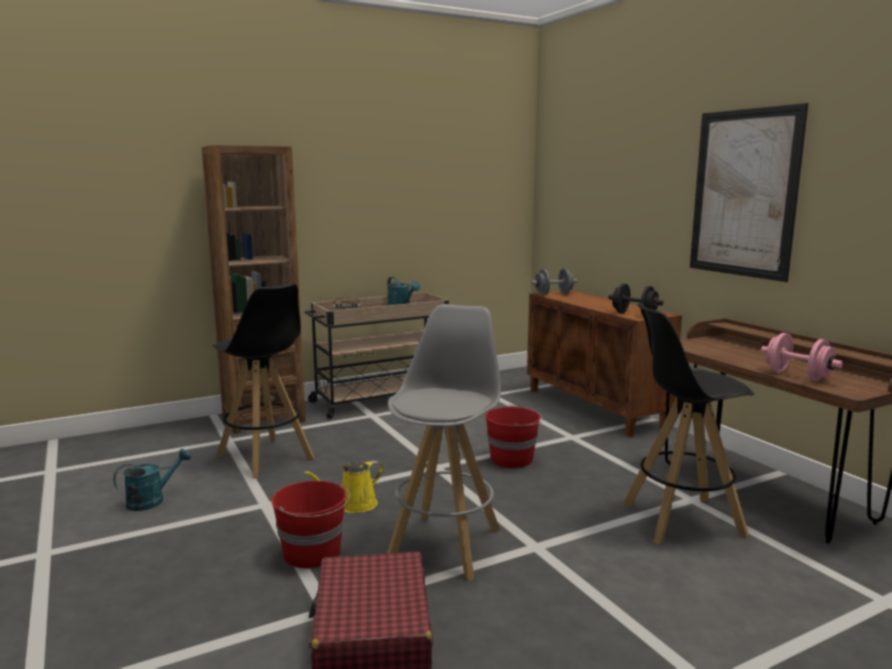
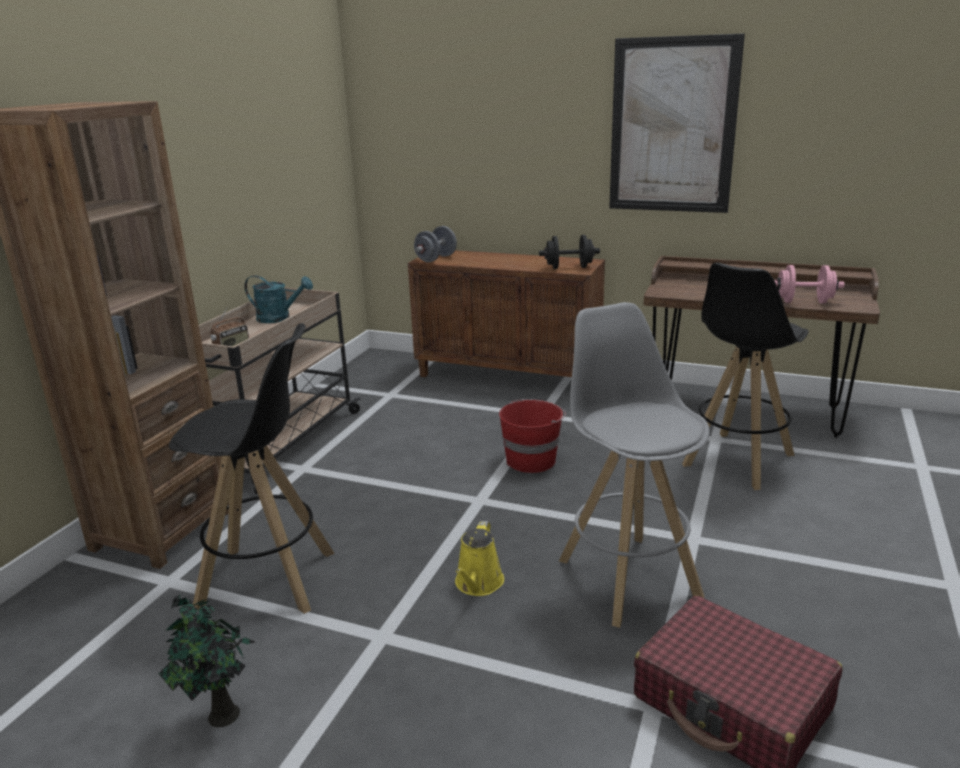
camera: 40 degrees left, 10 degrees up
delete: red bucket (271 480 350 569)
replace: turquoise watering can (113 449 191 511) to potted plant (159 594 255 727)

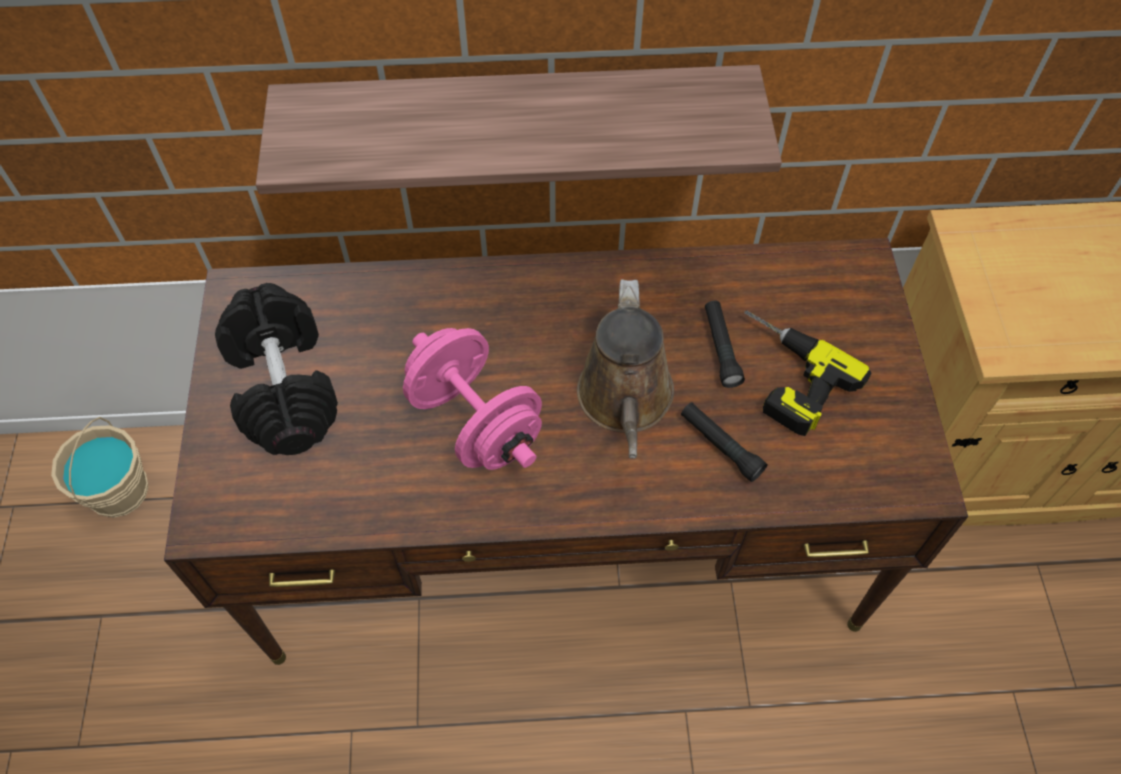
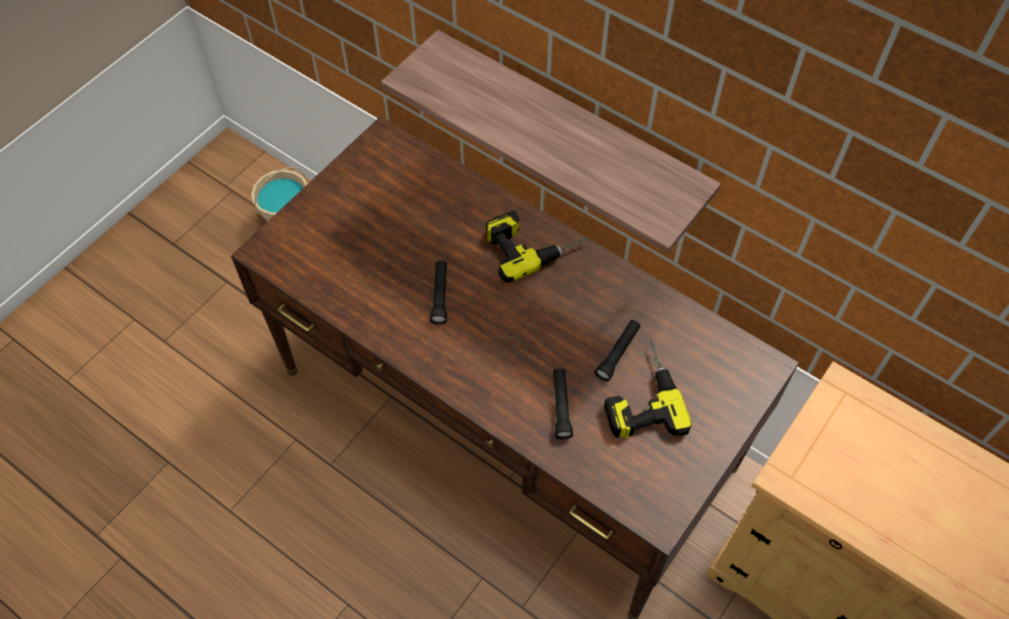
camera: 40 degrees right, 0 degrees up
delete: black dumbbell (215 283 338 455); brown watering can (577 280 674 459)
insert: power drill (486 210 588 283)
replace: pink dumbbell (403 328 542 470) to black flashlight (430 260 447 325)

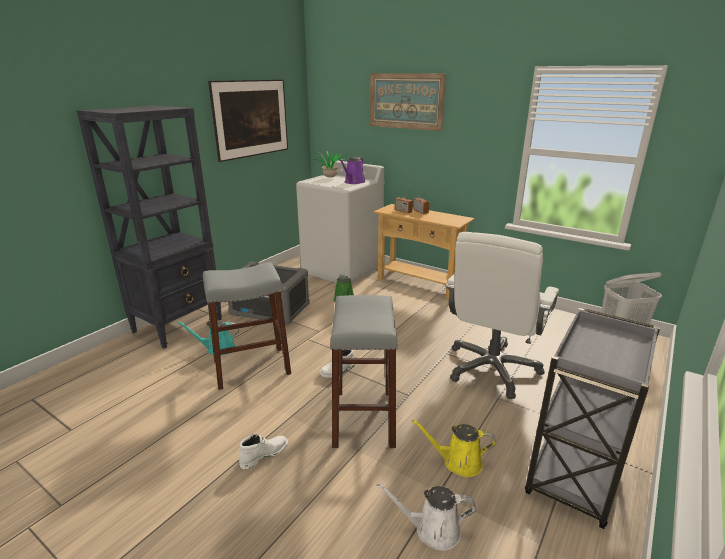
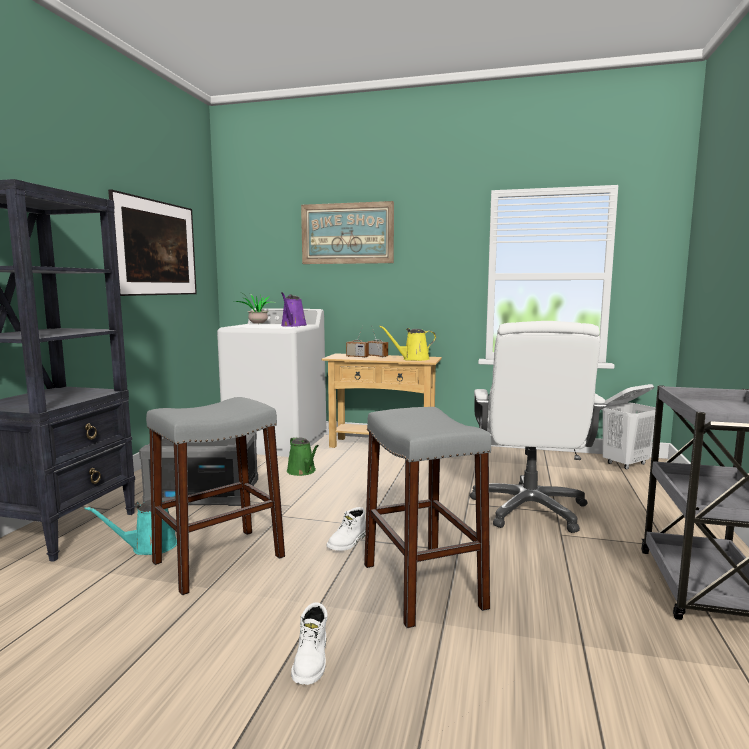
camera: 20 degrees left, 15 degrees down
delete: white watering can (377 484 476 551)
move: yellow watering can (412 420 496 477) to (379 326 436 361)
rotate: white boot (239 434 288 469) = (291 602 327 685) 150 degrees clockwise

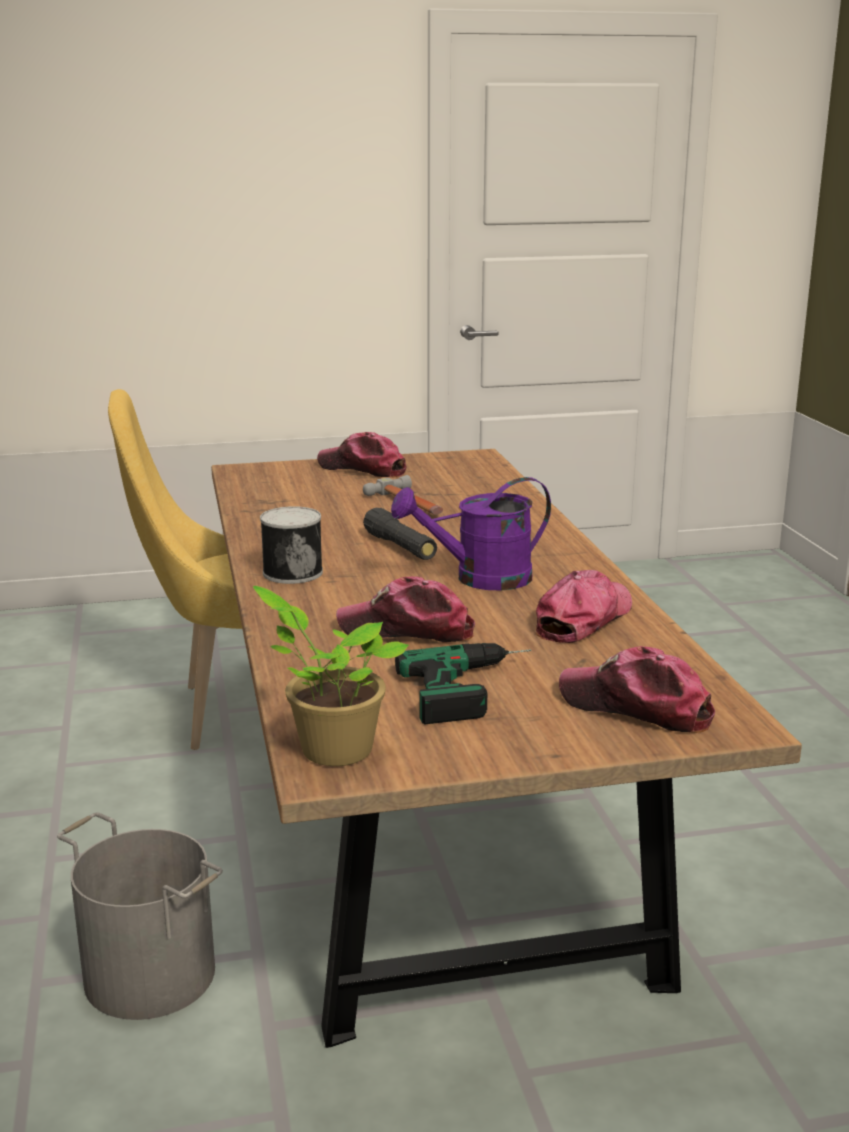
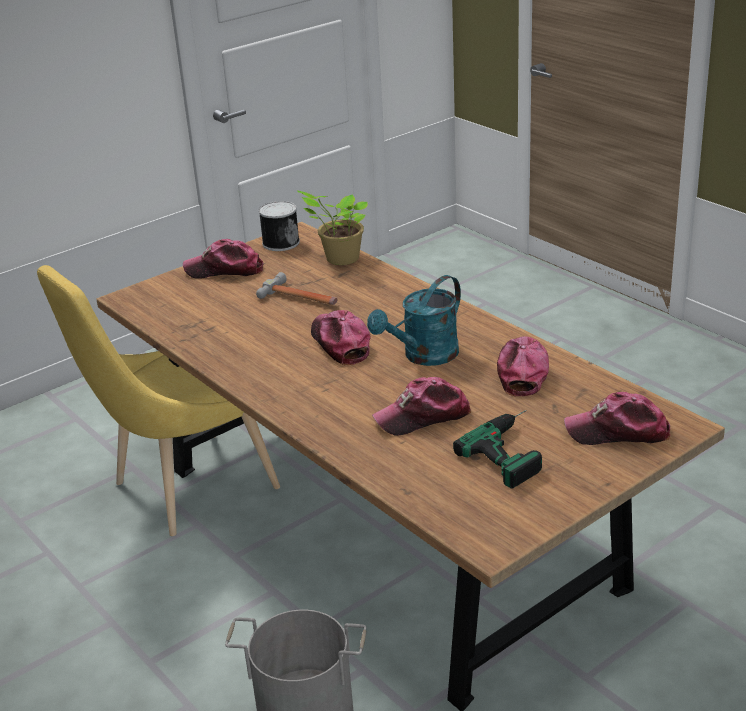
camera: 25 degrees left, 10 degrees up
move: can (260 506 323 584) to (259 201 300 251); potted plant (253 586 409 766) to (297 191 368 265)
replace: black flashlight (363 508 437 560) to cap (311 310 370 365)
recolor: purple watering can (391 477 551 590) to turquoise watering can (367 275 461 366)

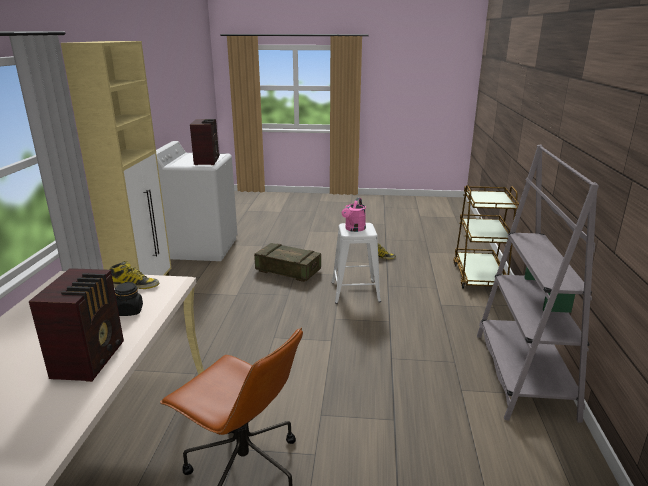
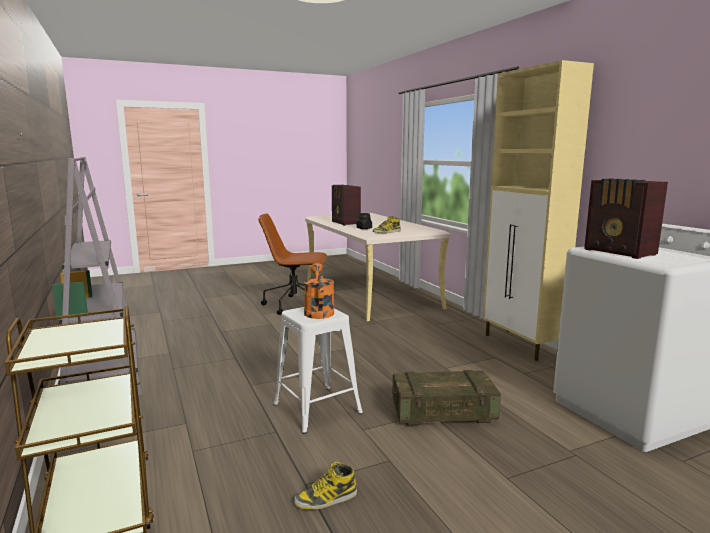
camera: 150 degrees right, 10 degrees down
recolor: pink watering can (342 198 366 232) to orange watering can (304 263 334 319)

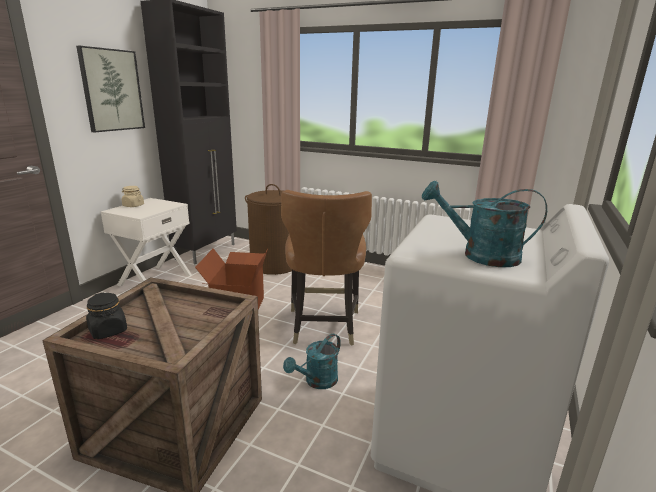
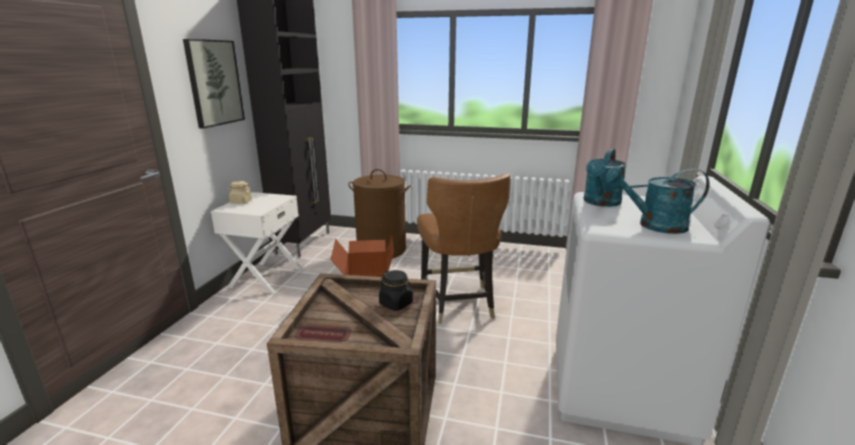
camera: 10 degrees left, 0 degrees up
move: black jar (86 293 127 339) to (379 270 413 311); turquoise watering can (283 334 341 389) to (583 148 626 207)

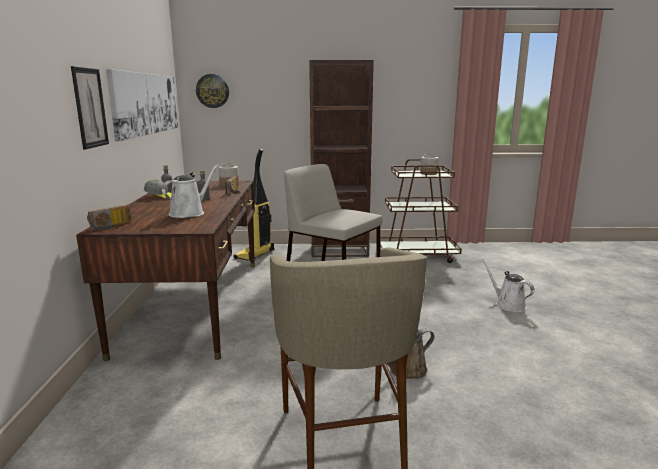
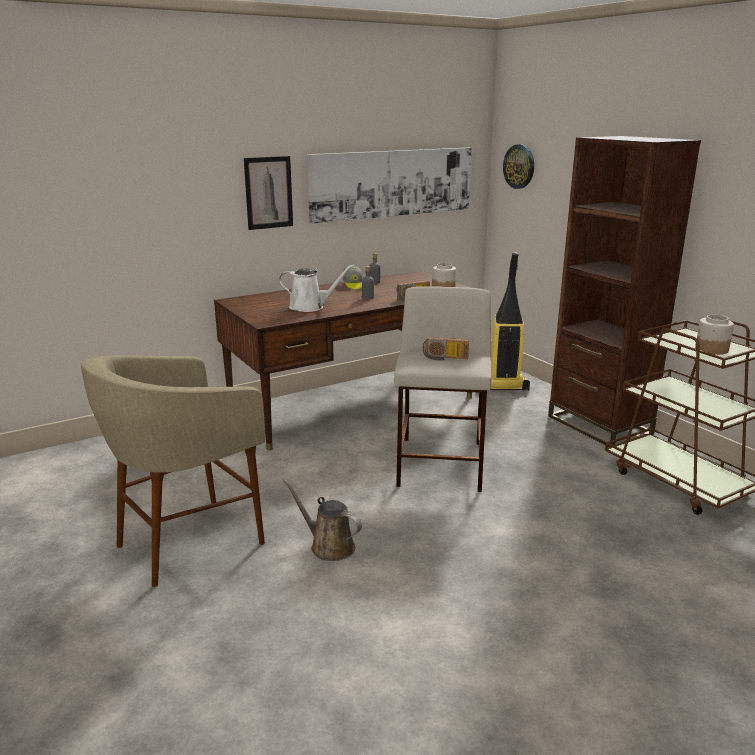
camera: 60 degrees right, 5 degrees up
delete: white watering can (482 260 535 312)
move: radio (87 205 132 230) to (423 337 469 361)

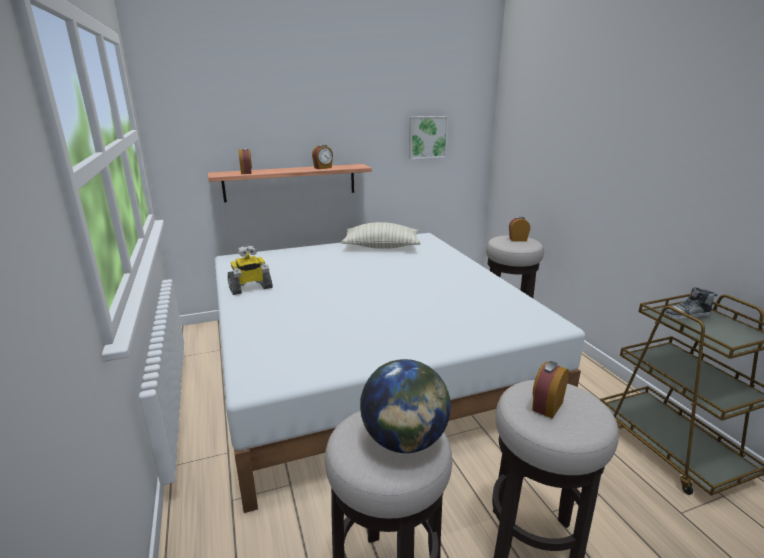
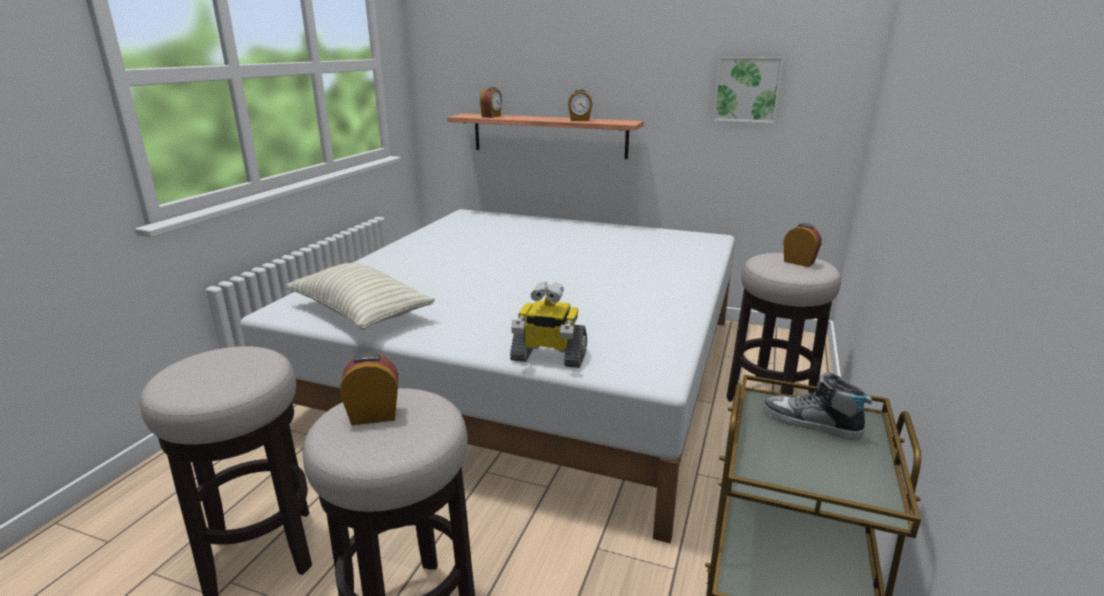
camera: 40 degrees right, 0 degrees up
delete: globe (360 359 451 453)
move: pillow (341 222 420 249) to (285 263 435 330); toy robot (228 245 273 295) to (510 281 587 368)

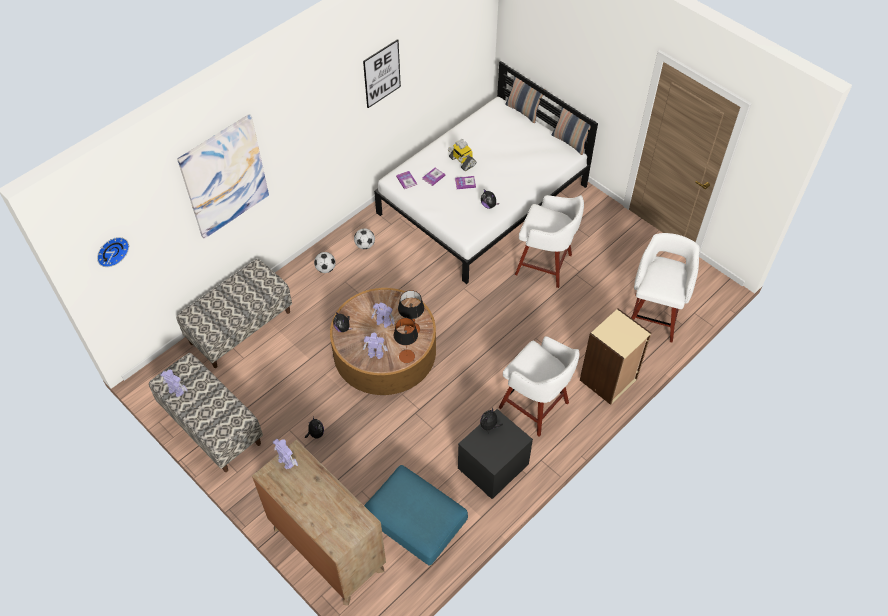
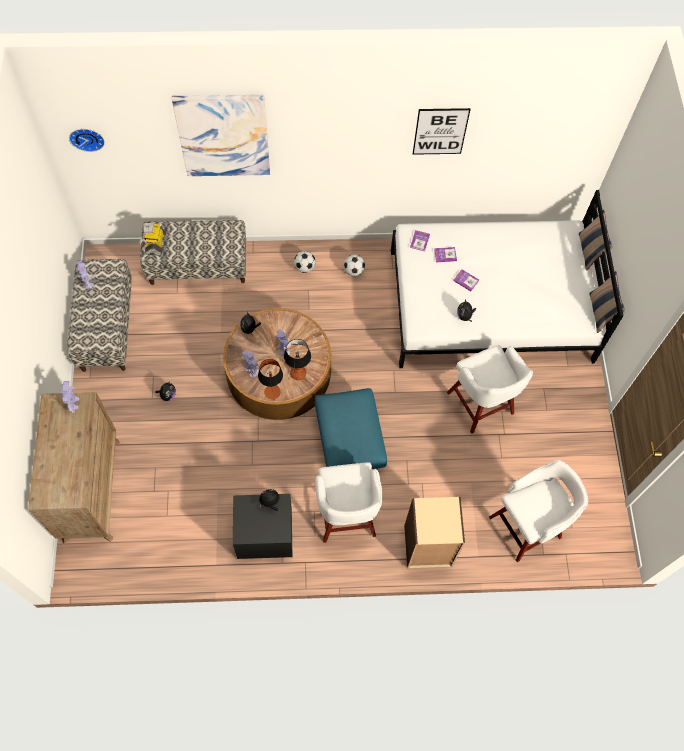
camera: 40 degrees right, 10 degrees up
move: toy robot (448 139 477 171) to (139 223 166 256); blue ottoman (364 465 468 566) to (315 388 387 470)

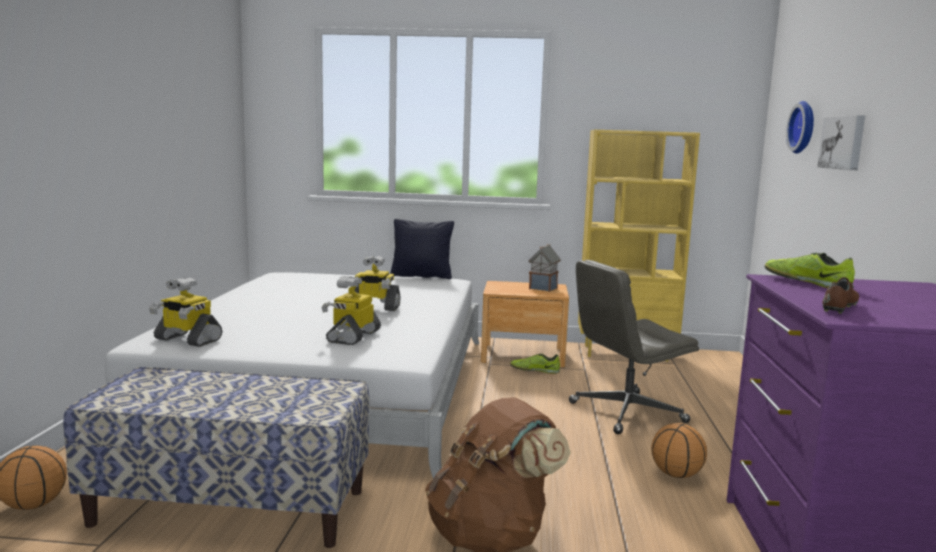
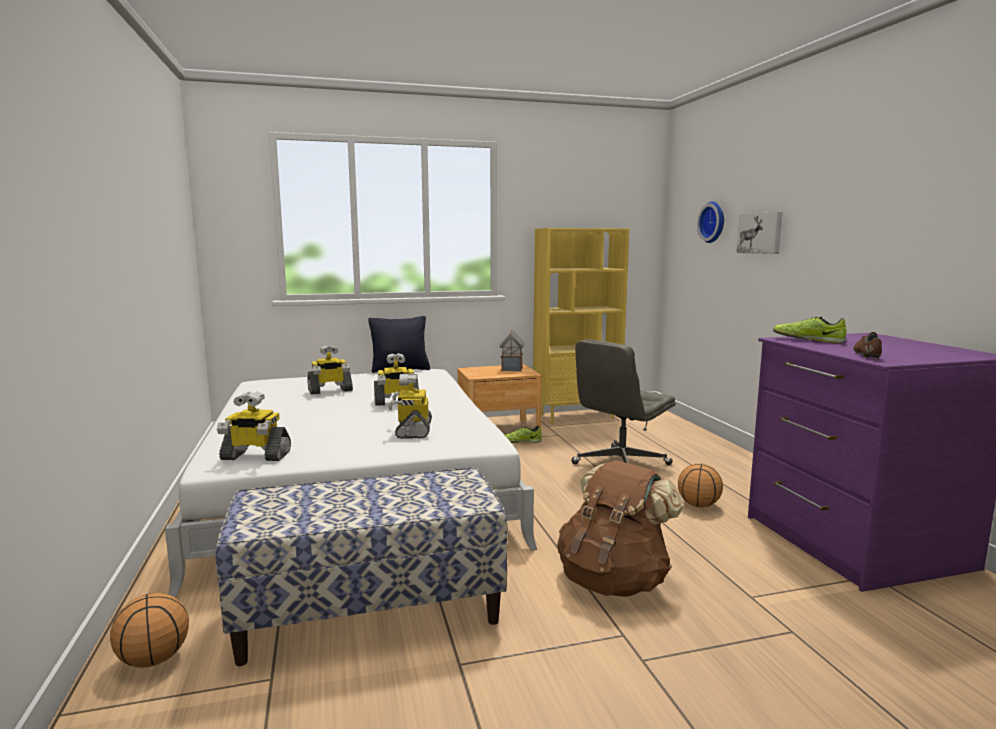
camera: 20 degrees left, 0 degrees up
insert: toy robot (307 345 353 394)

